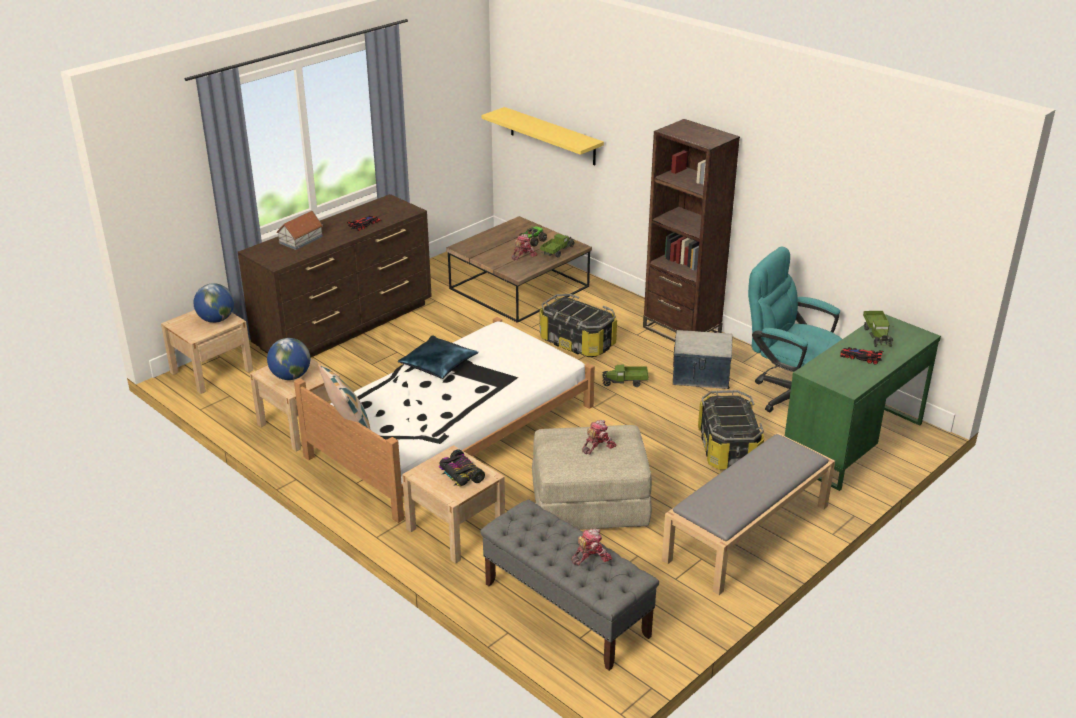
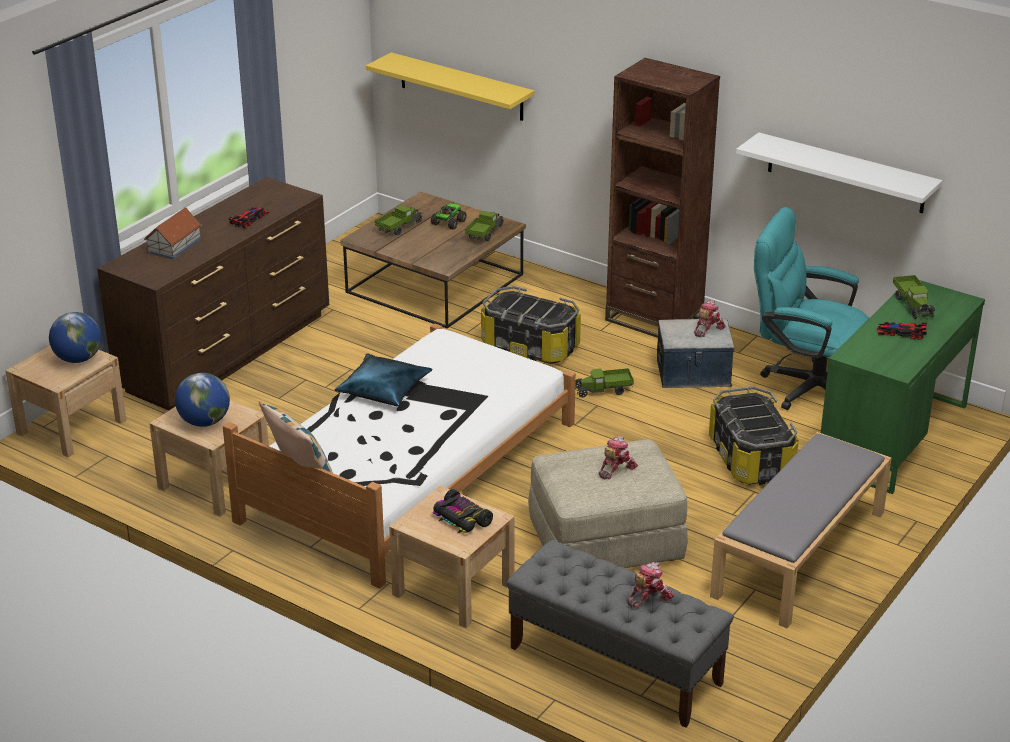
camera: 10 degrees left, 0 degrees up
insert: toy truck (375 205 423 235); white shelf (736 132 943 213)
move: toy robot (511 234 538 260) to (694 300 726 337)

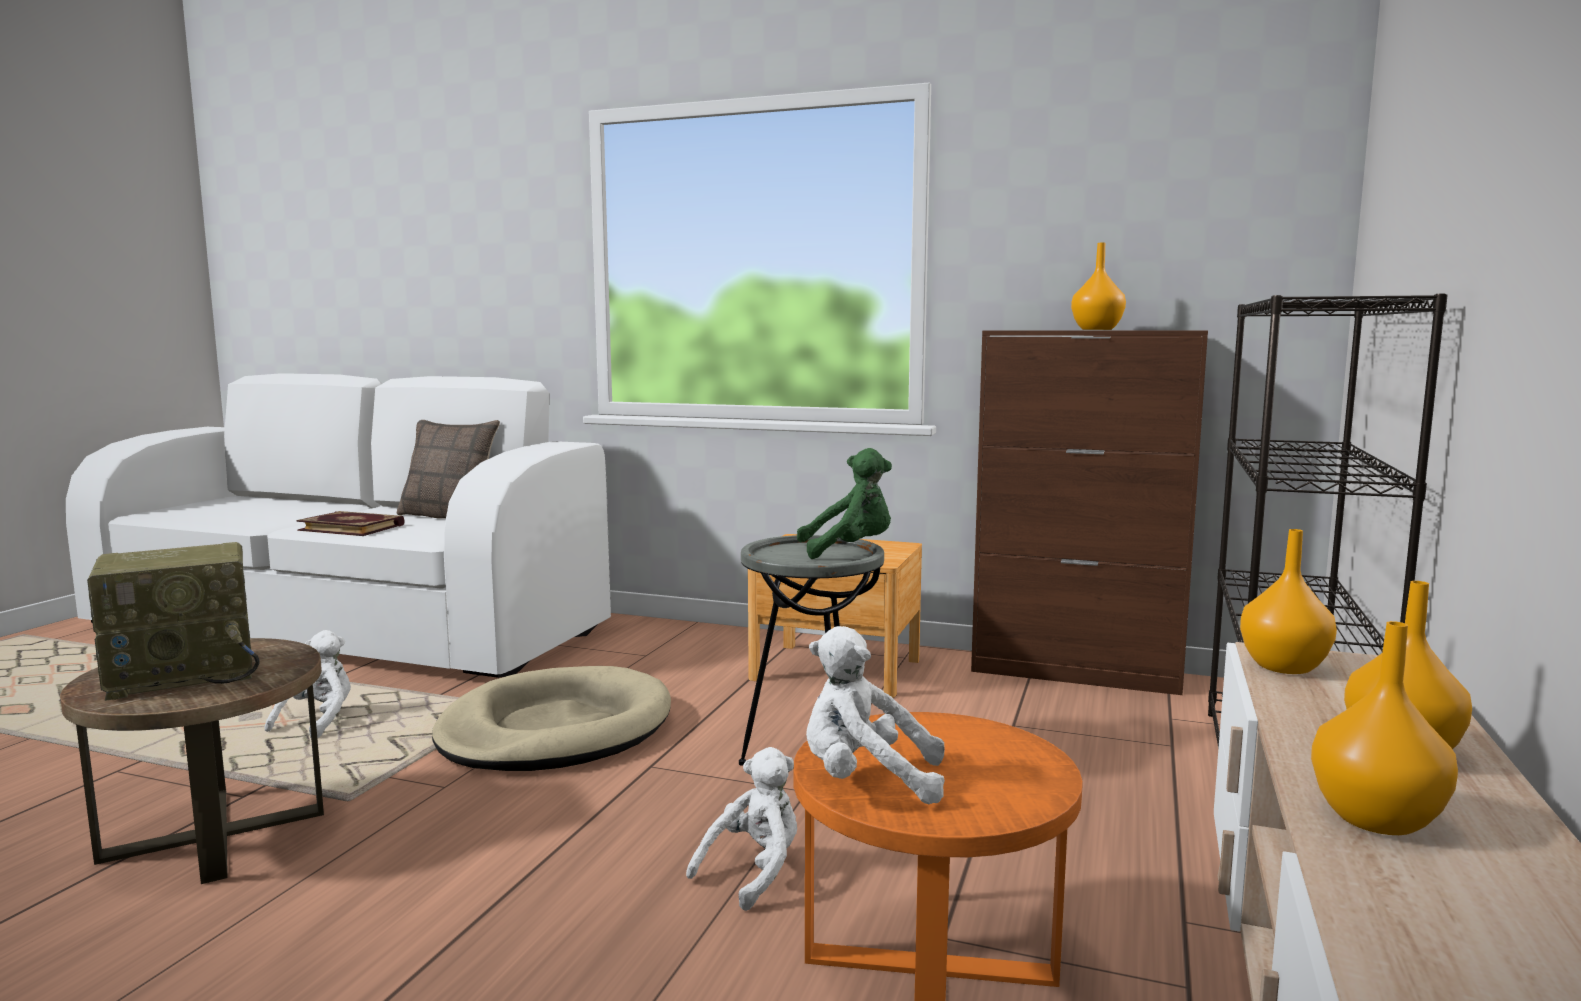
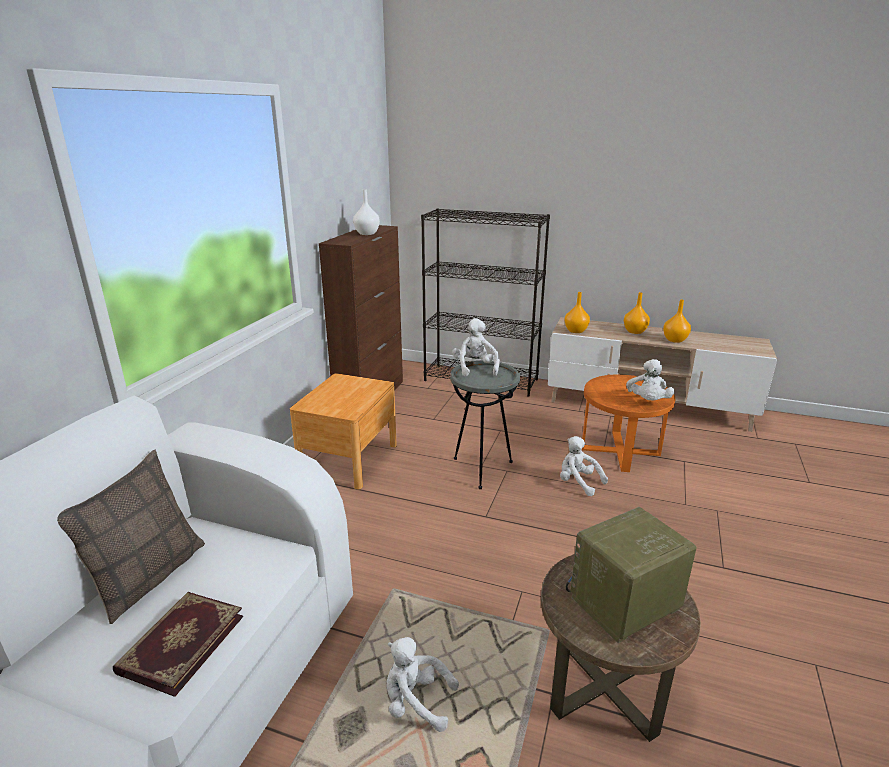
camera: 90 degrees left, 15 degrees up
delete: beige dog bed (432 666 671 771)
recolor: orange vase (1071 243 1126 330) to white vase (353 189 380 235); green plush toy (797 448 892 559) to white plush toy (452 318 500 377)
rotate: radio (87 542 259 701) = (566 507 697 643) 90 degrees counterclockwise

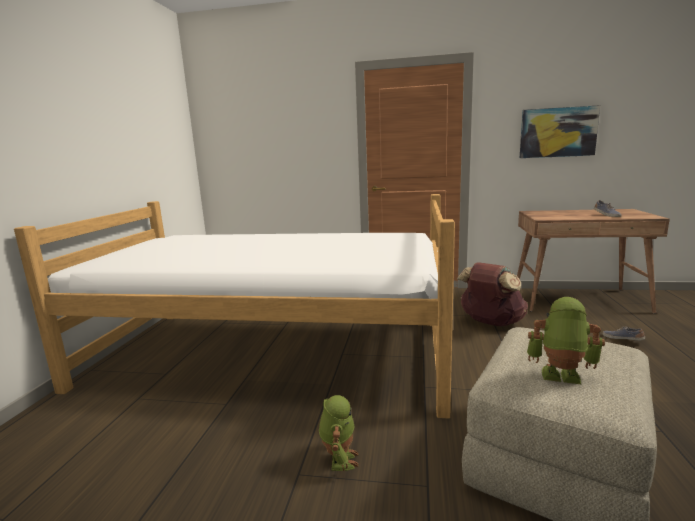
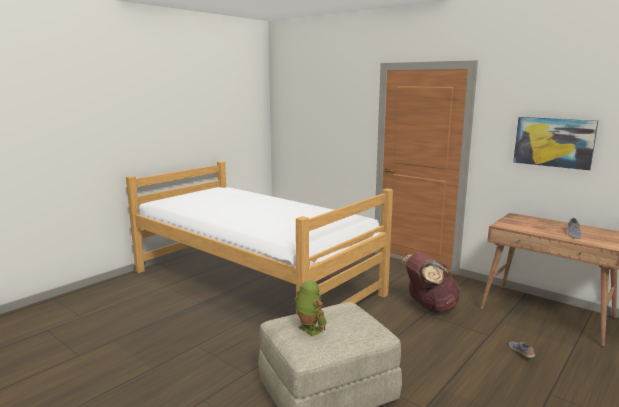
camera: 30 degrees right, 0 degrees up
delete: toy robot (319 395 358 471)

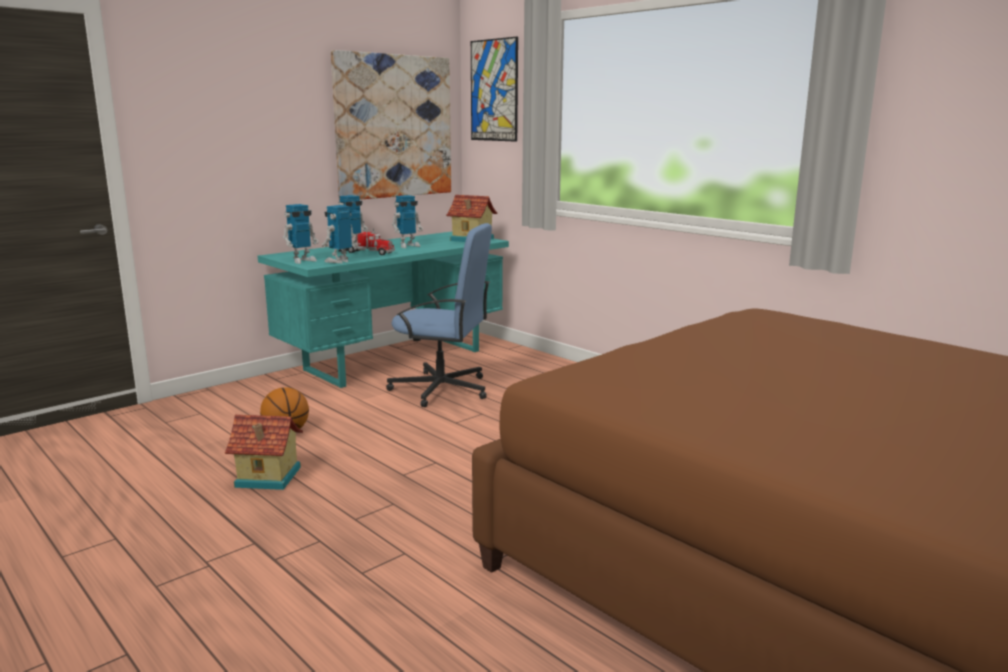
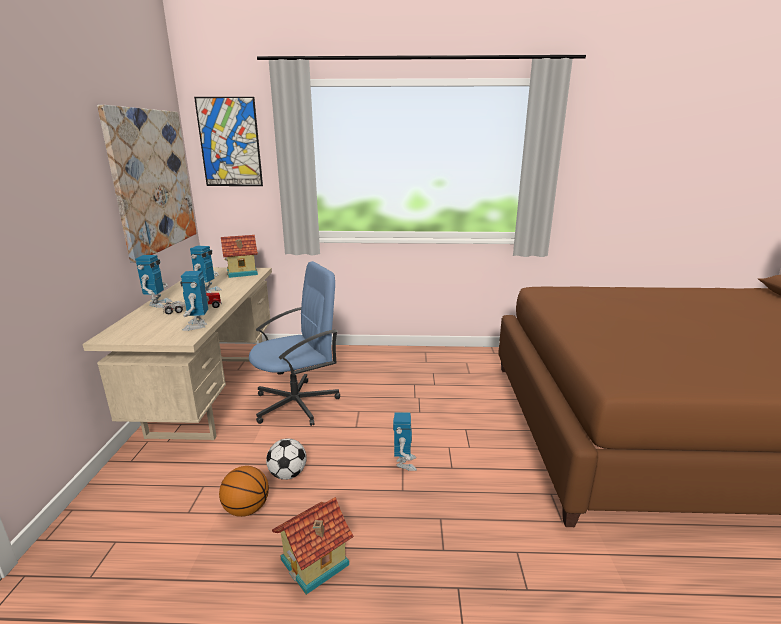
camera: 45 degrees left, 5 degrees up
insert: football (266 438 307 480)
move: toy robot (283 204 319 264) to (393 412 417 471)
recolor: turquoise desk (258 232 509 388) to beige desk (83 267 272 440)

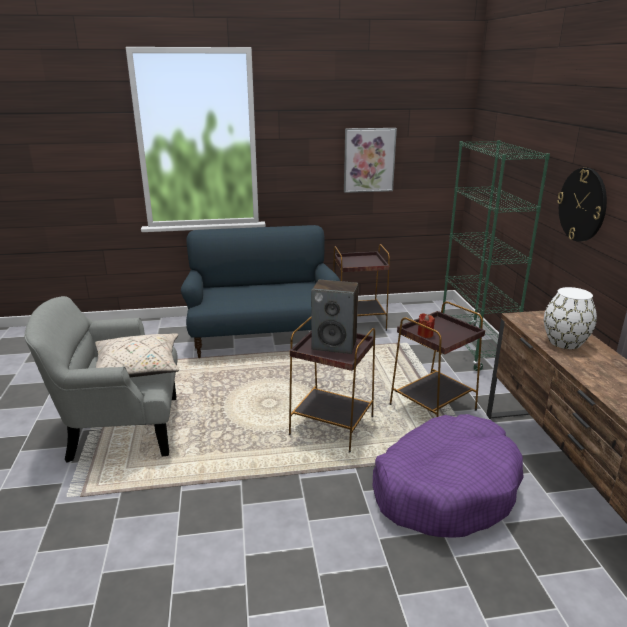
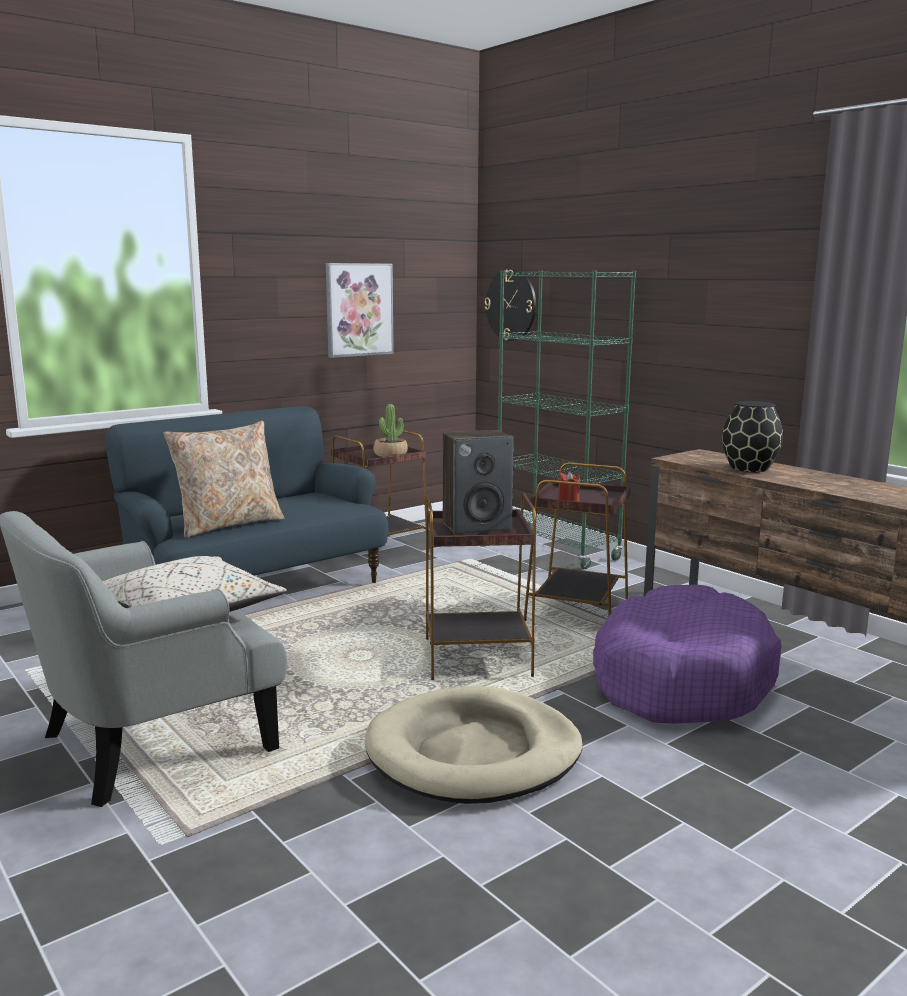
camera: 30 degrees left, 10 degrees down
insert: beige pillow (164 421 285 538); beige dog bed (365 686 582 804); potted plant (373 404 408 457)
move: wall clock (557 168 607 242) to (485 269 536 341)
recolor: white vase (544 287 597 349) to black vase (722 401 783 472)

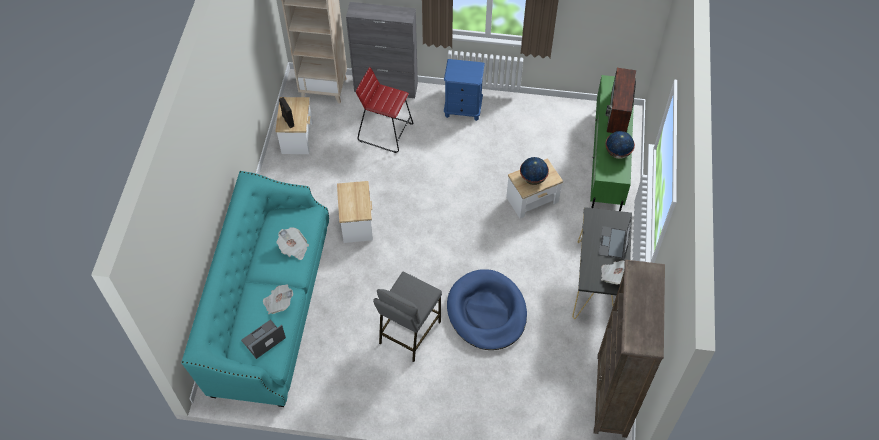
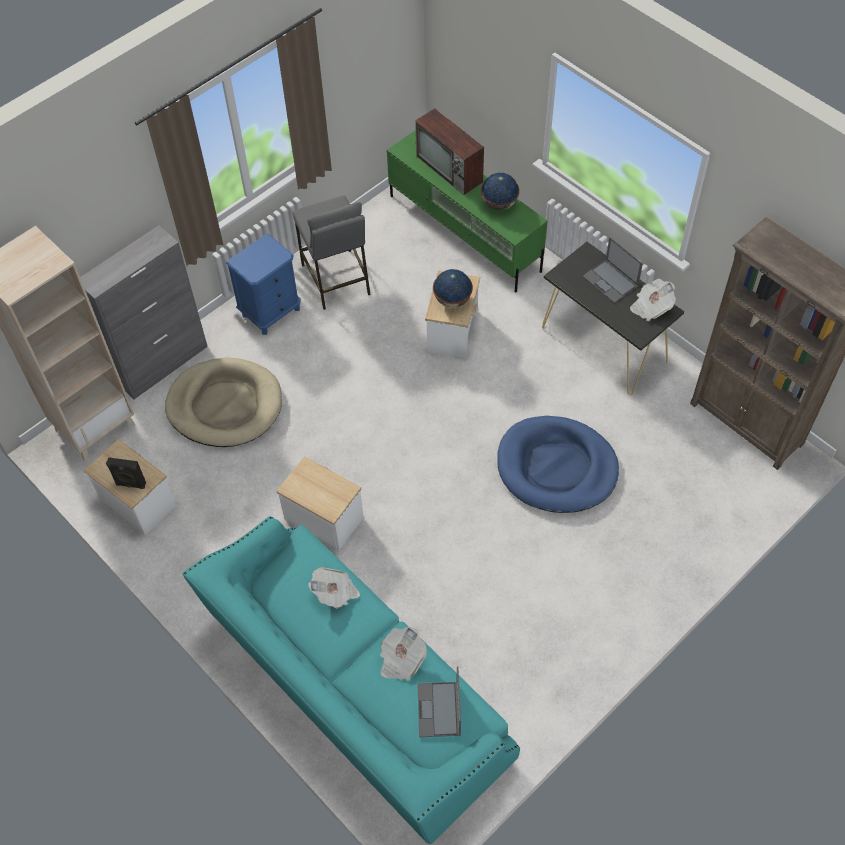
camera: 50 degrees left, 0 degrees up
move: grey stool (373 272 442 362) to (292 196 371 310)
replace: red stool (356 67 413 153) to beige dog bed (165 357 282 447)

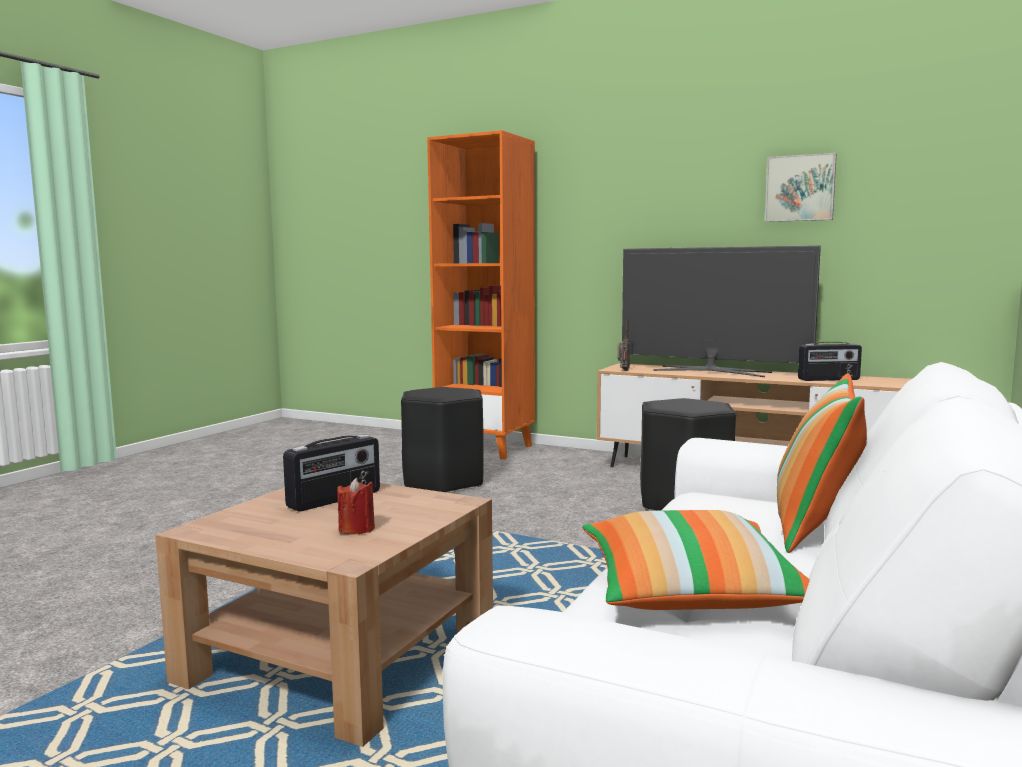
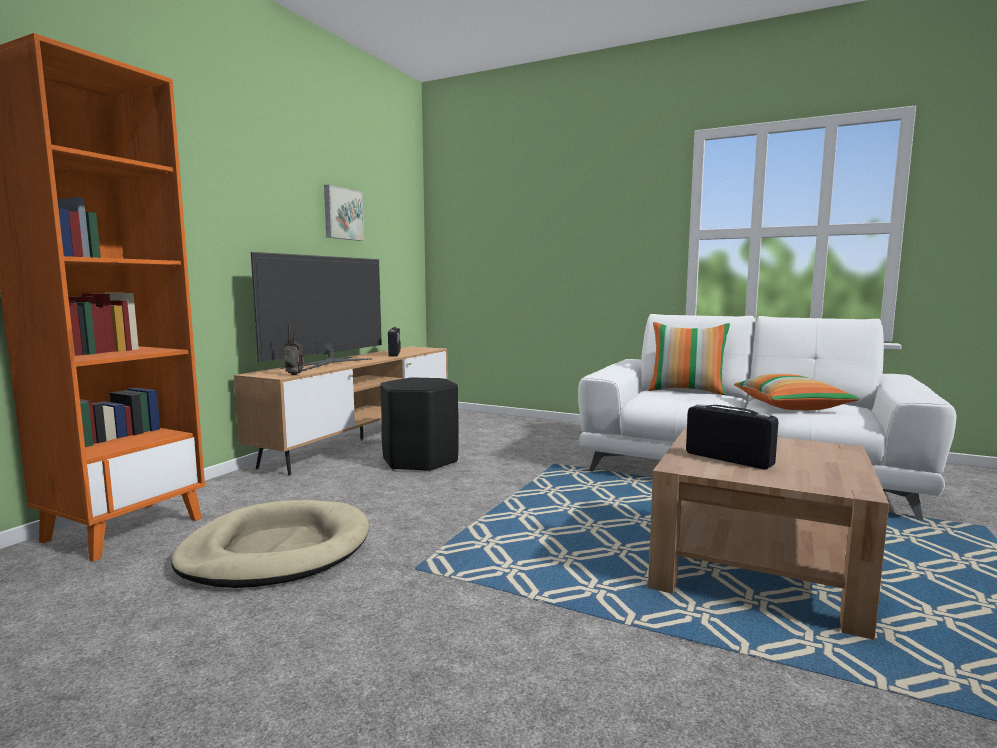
camera: 90 degrees left, 0 degrees up
delete: red candle (337 478 375 535)
replace: black stool (401 387 484 492) to beige dog bed (171 500 369 588)

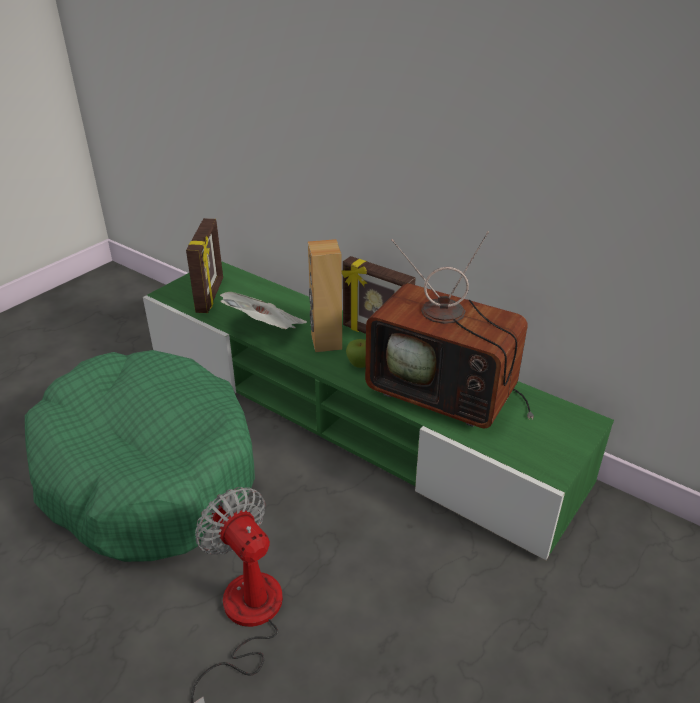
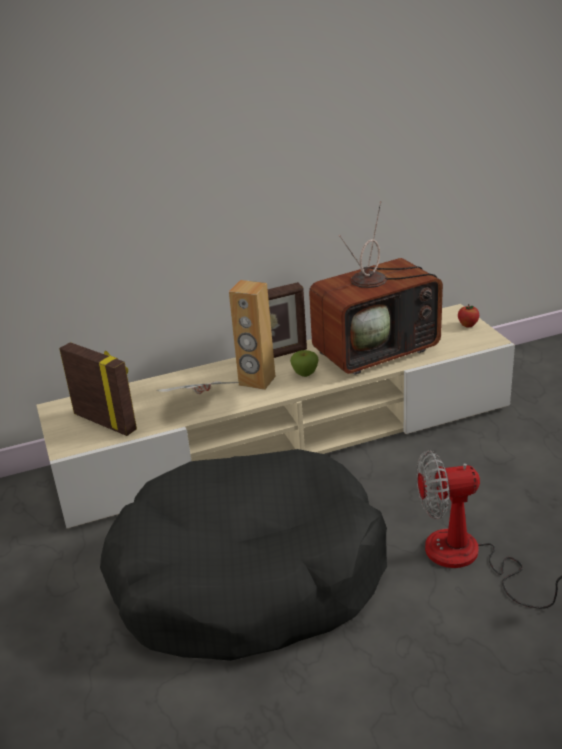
camera: 55 degrees left, 5 degrees down
insert: apple (458 304 479 327)
recolor: green tv stand (143 261 614 560) to beige tv stand (36 304 515 528); green dog bed (25 350 255 562) to black dog bed (100 449 387 661)

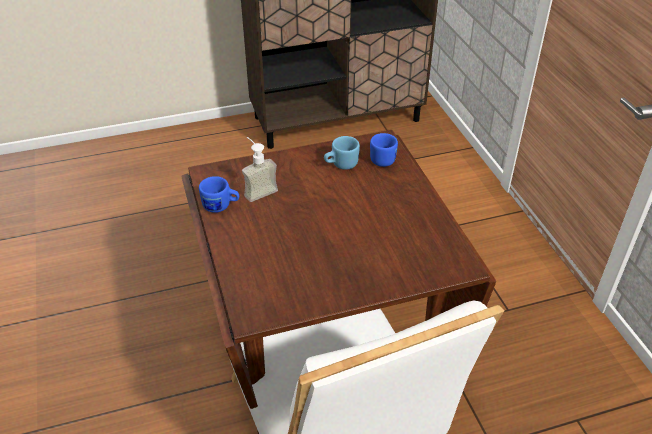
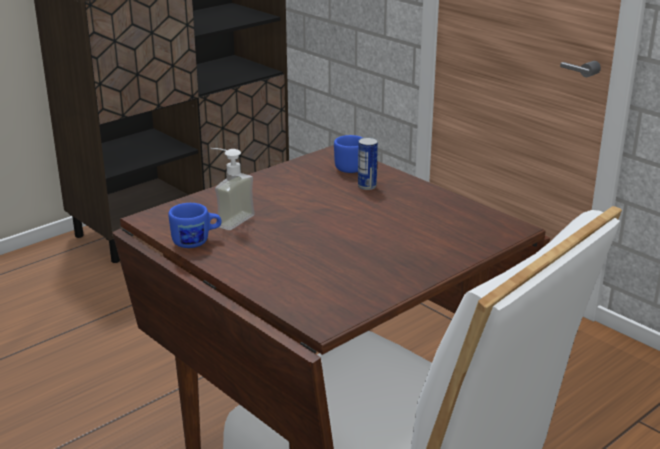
camera: 25 degrees left, 15 degrees down
delete: blue mug (324 136 360 170)
insert: can (358 137 378 190)

